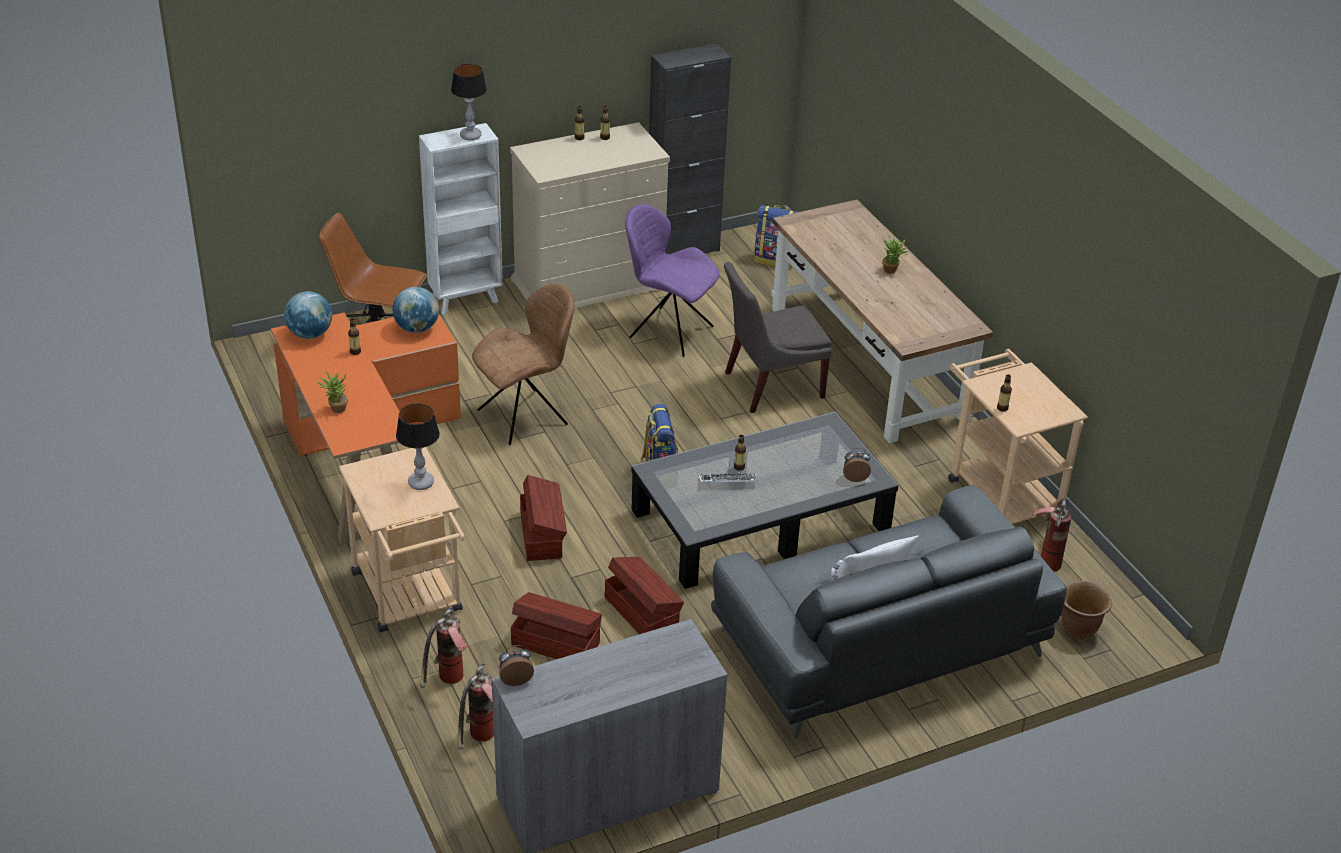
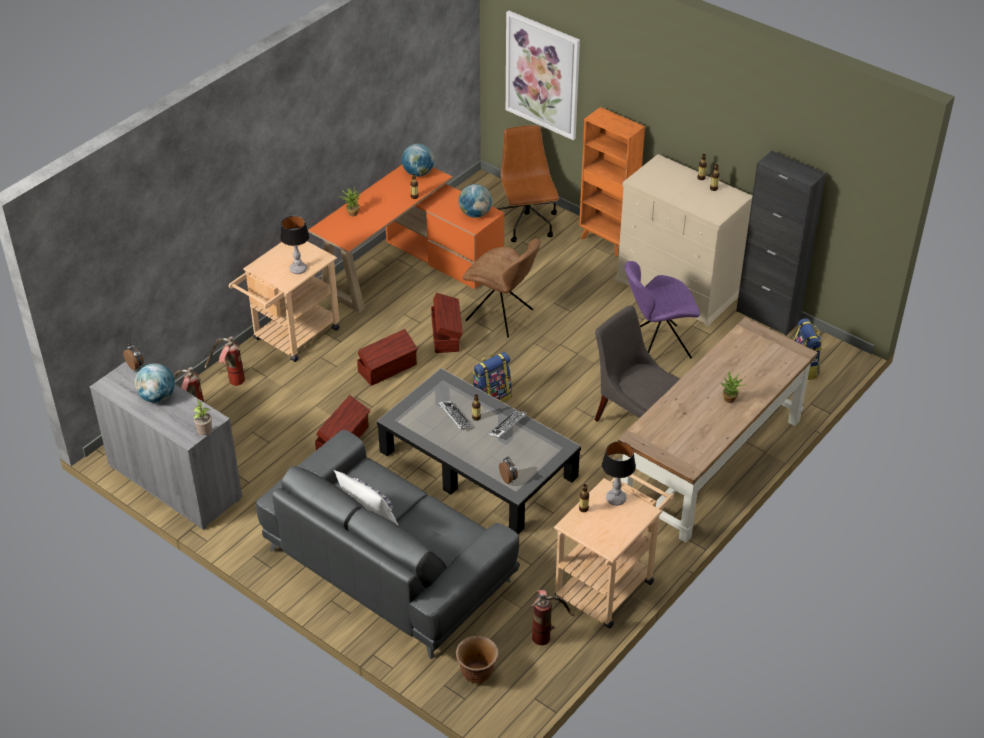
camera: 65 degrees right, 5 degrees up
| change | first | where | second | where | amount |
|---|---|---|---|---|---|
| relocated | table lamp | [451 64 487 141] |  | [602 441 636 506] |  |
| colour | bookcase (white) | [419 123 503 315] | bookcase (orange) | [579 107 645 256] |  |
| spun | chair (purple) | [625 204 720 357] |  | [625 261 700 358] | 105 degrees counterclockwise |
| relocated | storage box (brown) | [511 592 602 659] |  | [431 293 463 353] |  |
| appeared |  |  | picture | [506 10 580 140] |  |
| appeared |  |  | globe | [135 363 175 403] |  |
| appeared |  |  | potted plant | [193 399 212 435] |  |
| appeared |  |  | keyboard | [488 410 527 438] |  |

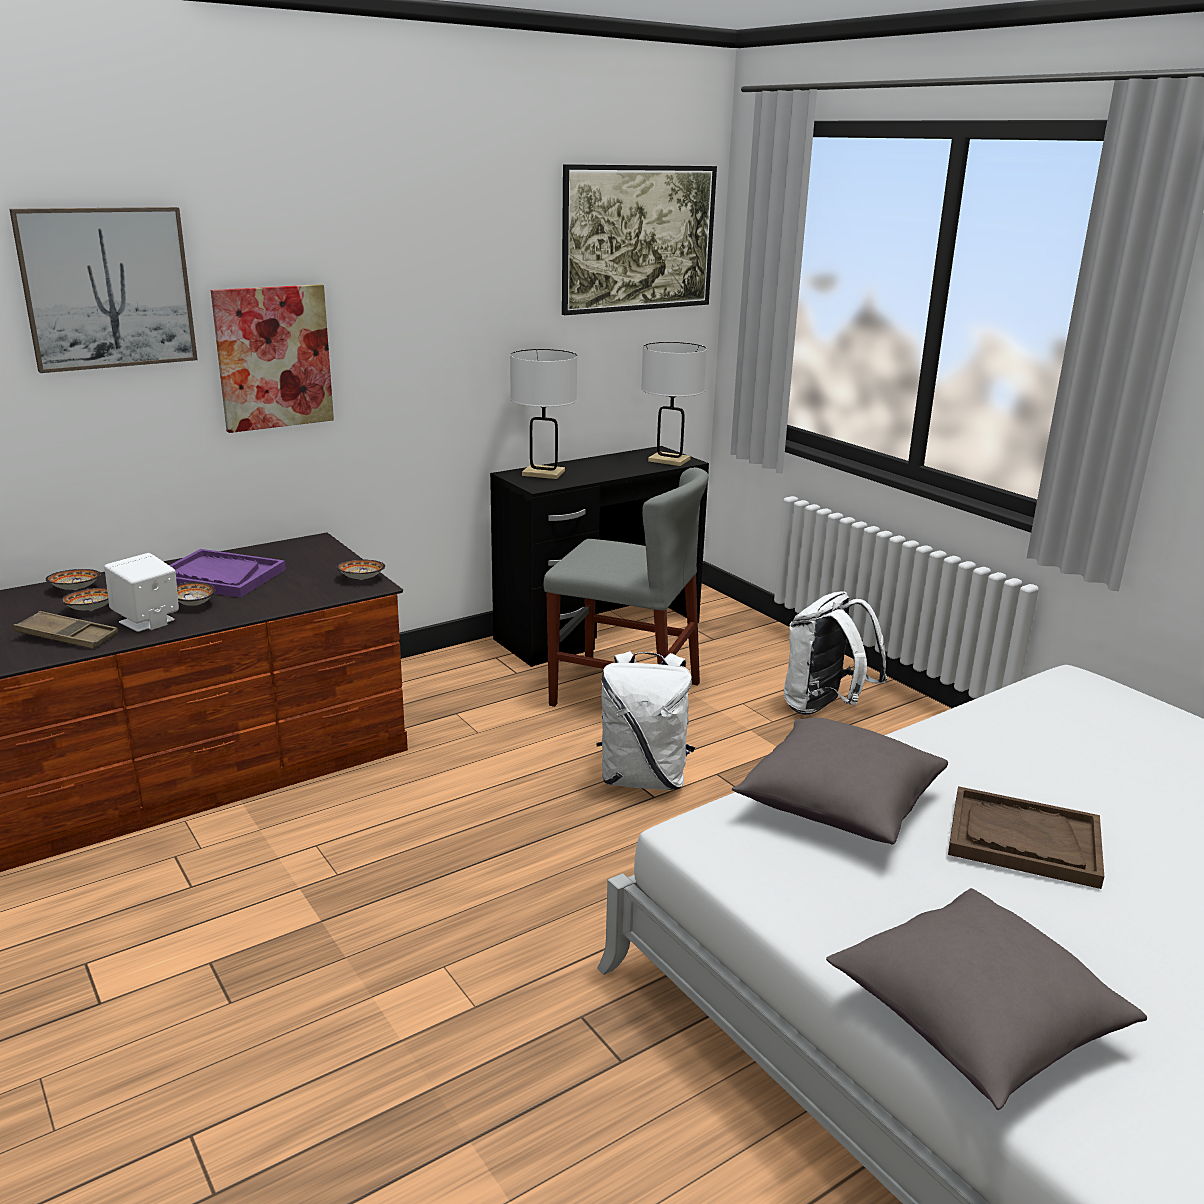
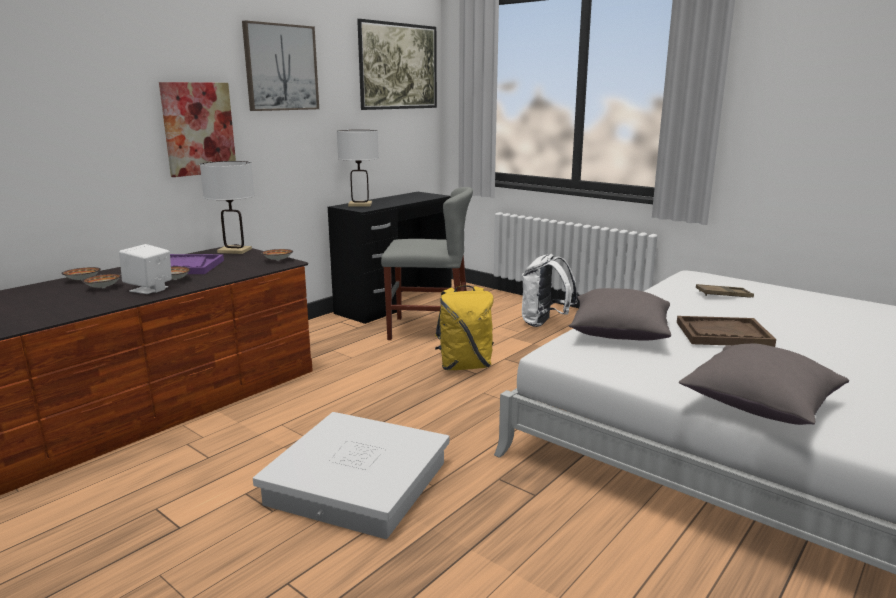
camera: 15 degrees left, 5 degrees down
| change | first | where | second | where | amount |
|---|---|---|---|---|---|
| relocated | picture | [9 207 198 373] |  | [242 20 319 111] |  |
| relocated | table lamp (white) | [641 342 707 466] |  | [200 161 254 254] |  |
| relocated | tray (brown) | [13 611 118 649] |  | [696 284 754 297] |  |
| colour | backpack (white) | [596 651 695 790] | backpack (yellow) | [435 285 494 370] |  |
| appeared |  |  | storage box (white) | [253 412 449 539] |  |

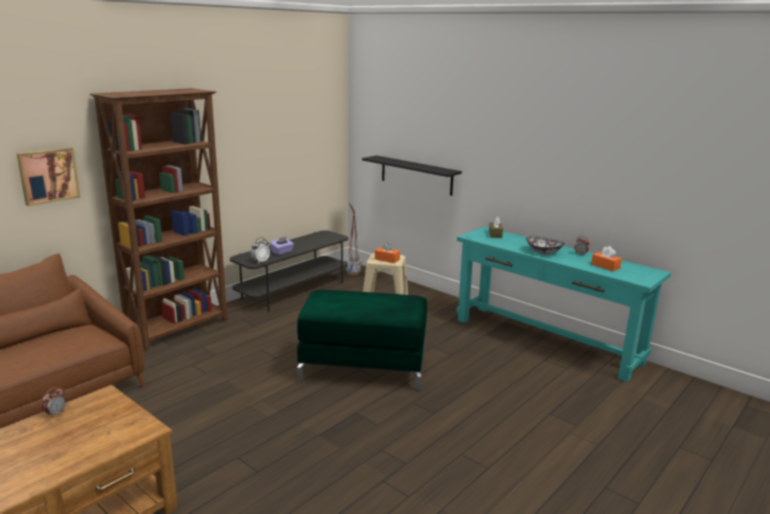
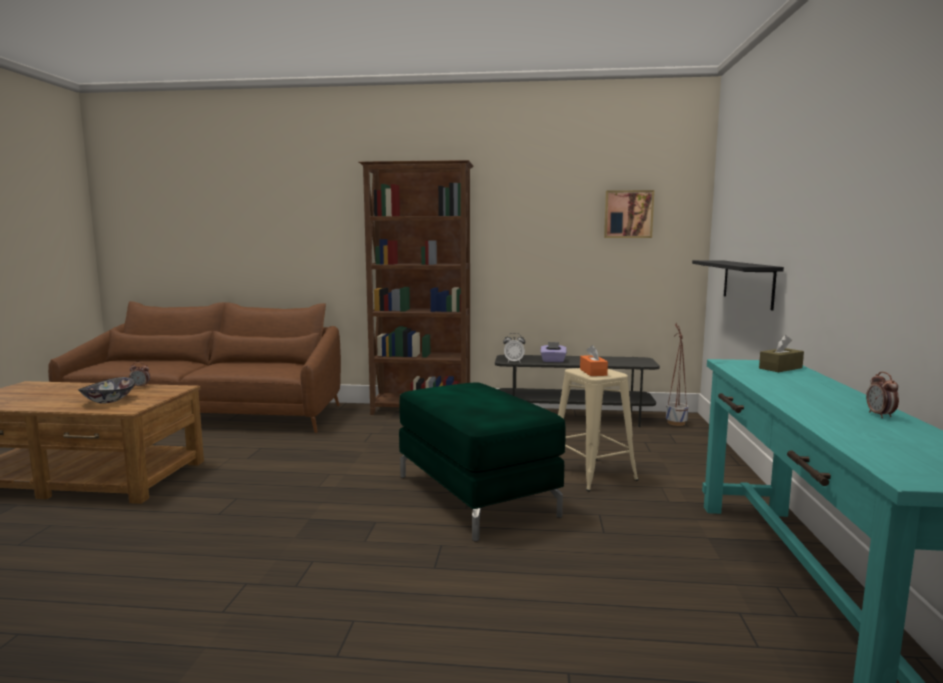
camera: 55 degrees right, 10 degrees down
| change | first | where | second | where | amount |
|---|---|---|---|---|---|
| relocated | picture | [17 147 81 206] |  | [604 190 654 238] |  |
| relocated | bowl | [526 236 565 255] |  | [78 377 136 404] |  |
| missing | tissue box (orange) | [591 246 622 271] |  |  |  |

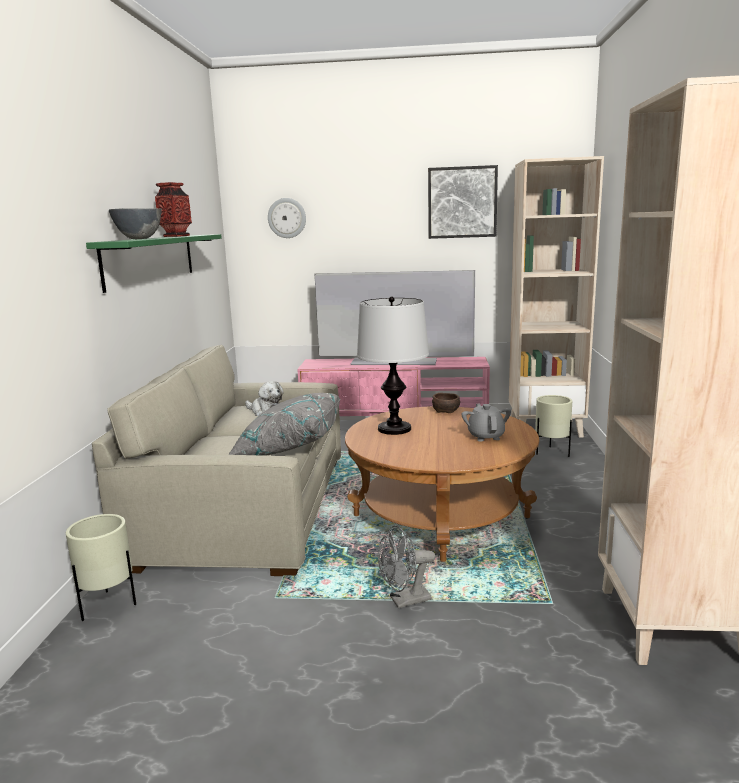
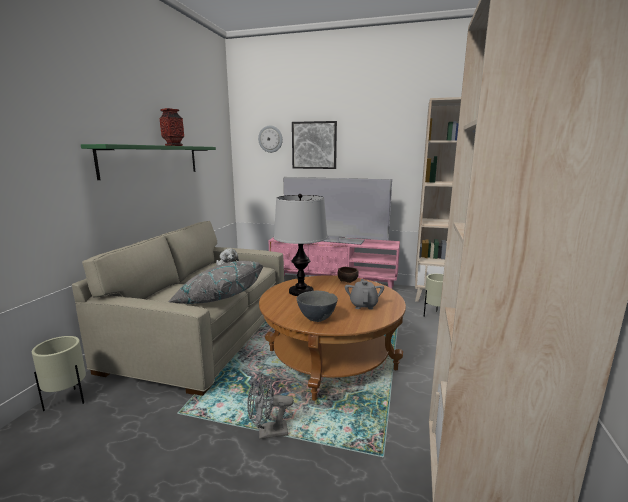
camera: 10 degrees right, 0 degrees up
| change | first | where | second | where | amount |
|---|---|---|---|---|---|
| relocated | picture | [428 165 498 239] |  | [292 121 337 169] |  |
| relocated | bowl (grey) | [109 208 162 239] |  | [297 291 338 322] |  |

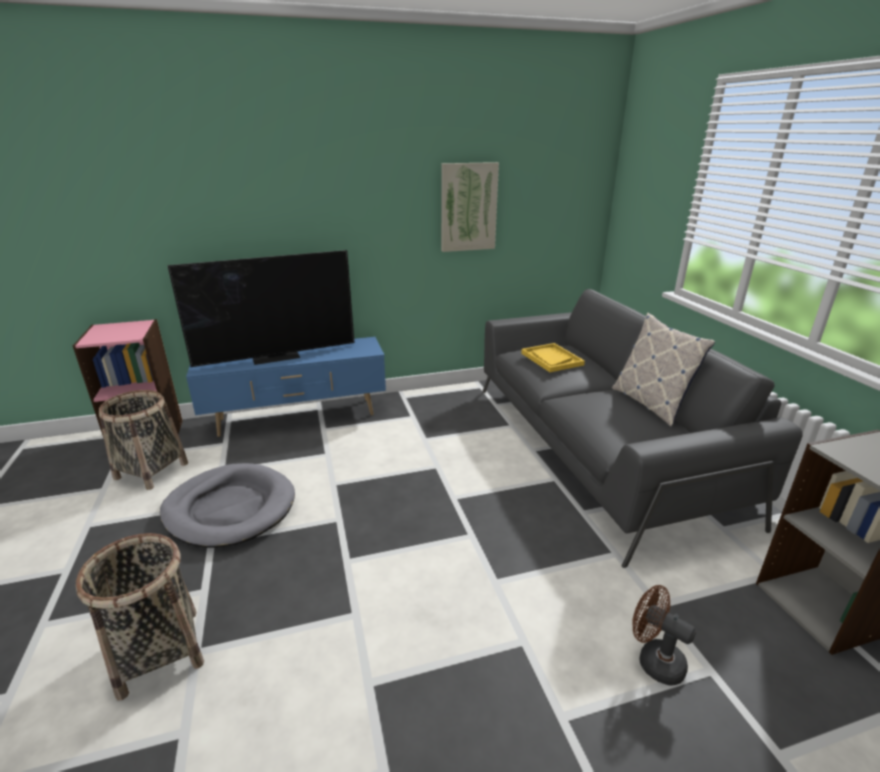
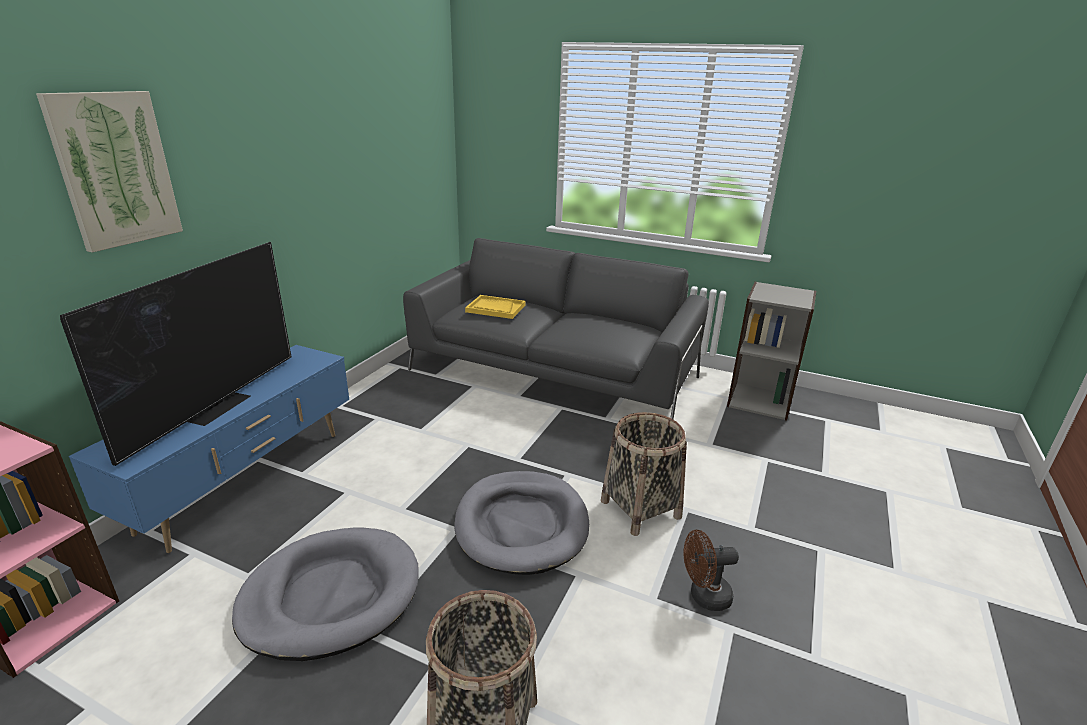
camera: 50 degrees left, 0 degrees up
| change | first | where | second | where | amount |
|---|---|---|---|---|---|
| relocated | picture | [441 162 499 252] |  | [36 91 183 253] |  |
| missing | pillow | [612 313 715 427] |  |  |  |
| relocated | basket | [98 390 188 490] |  | [601 412 687 536] |  |
| relocated | fan (brown) | [633 585 696 686] |  | [683 530 739 611] |  |
| appeared |  |  | dog bed (grey) | [454 471 589 575] |  |

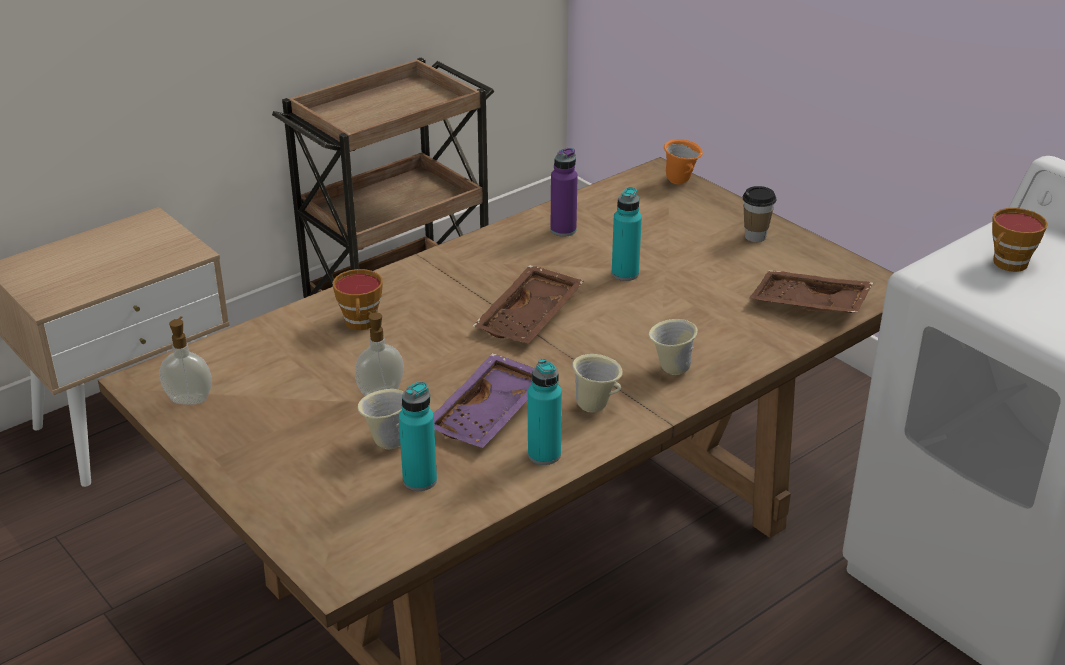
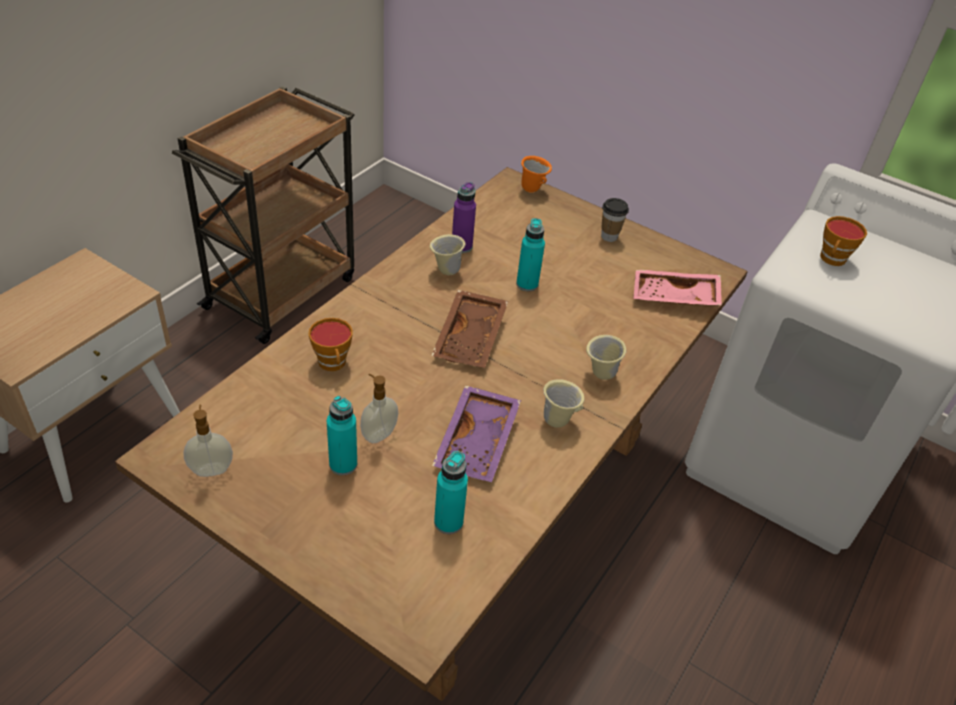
camera: 20 degrees left, 10 degrees up
| change | first | where | second | where | amount |
|---|---|---|---|---|---|
| colour | tray (brown) | [749 270 874 313] | tray (pink) | [633 270 722 306] |  |
| relocated | bottle (turquoise) | [528 359 562 465] |  | [327 396 357 475] |  |
| relocated | mug (beige) | [358 389 404 449] |  | [430 234 465 275] |  |

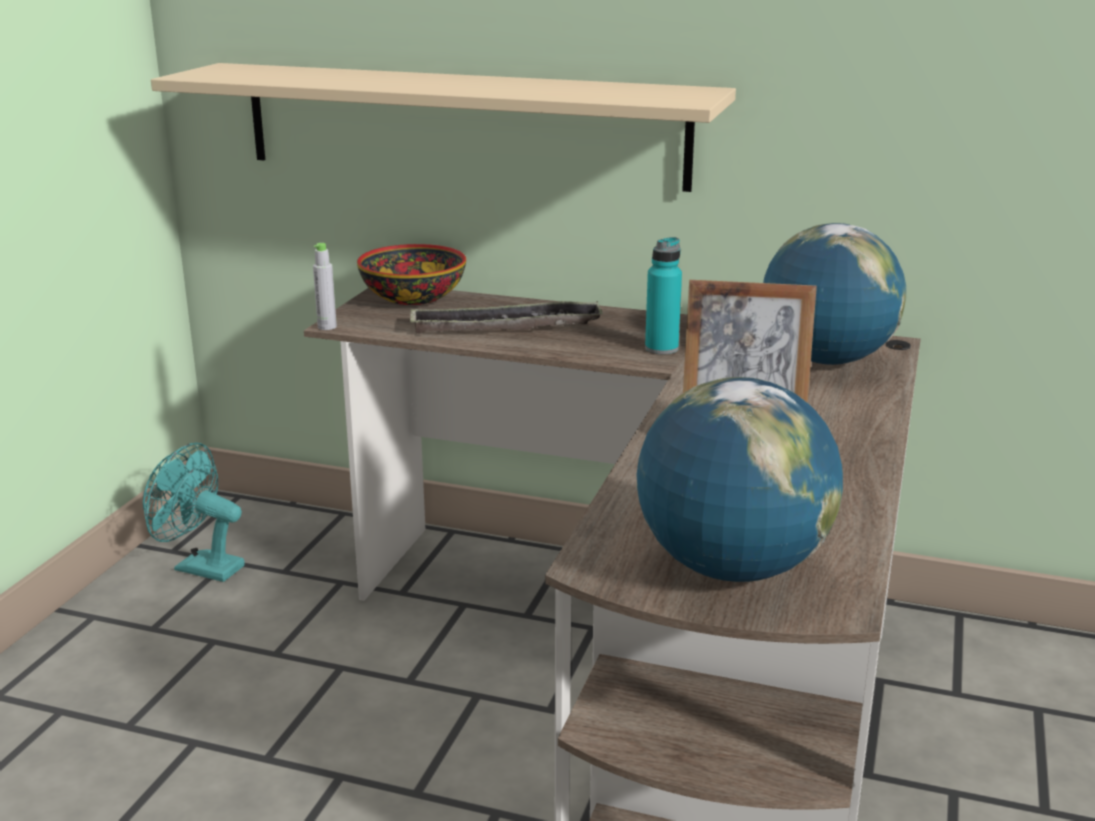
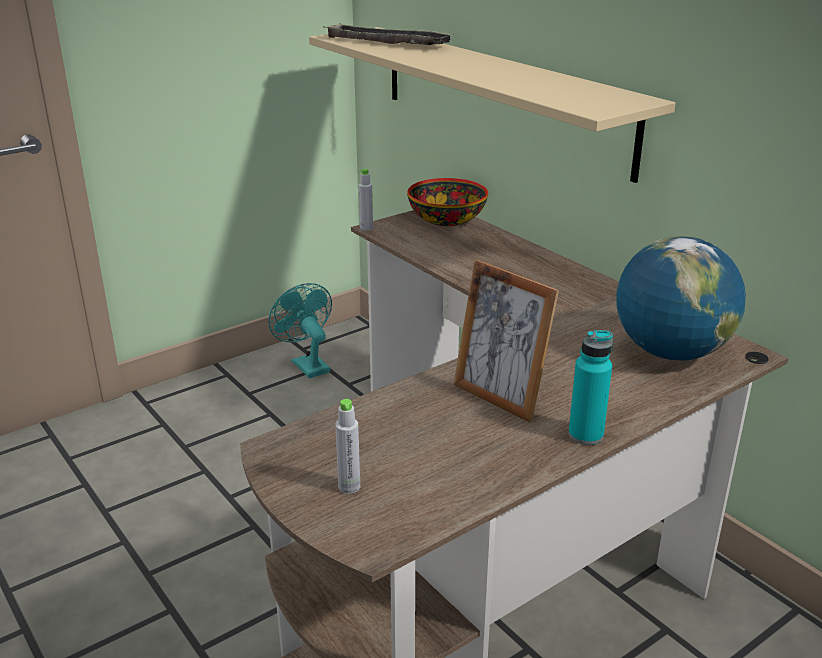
camera: 35 degrees right, 5 degrees up
| change | first | where | second | where | amount |
|---|---|---|---|---|---|
| relocated | bottle (turquoise) | [645 237 682 354] |  | [568 330 613 445] |  |
| relocated | tray | [410 301 603 334] |  | [323 23 452 45] |  |
| exchanged | globe | [636 377 843 582] | bottle (grey) | [335 399 360 494] |  |

